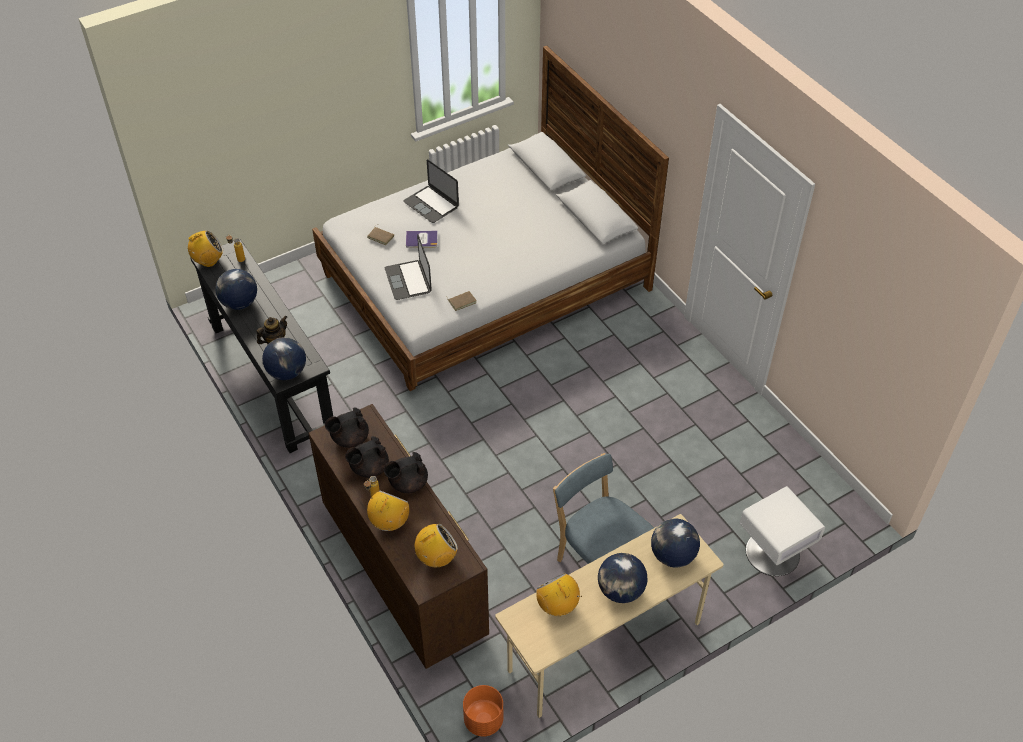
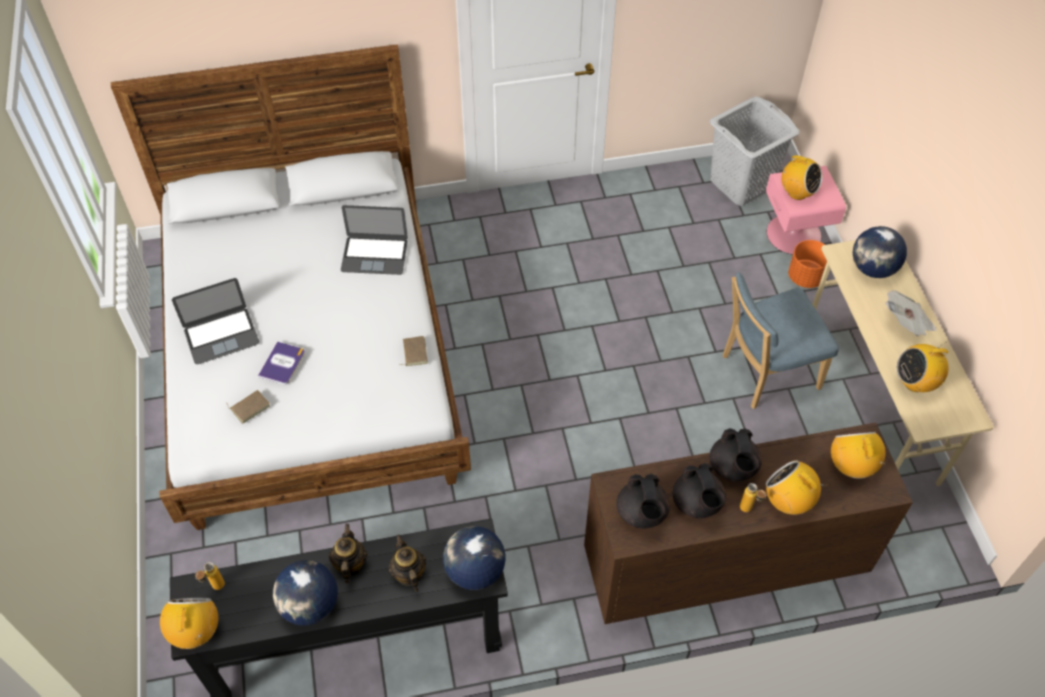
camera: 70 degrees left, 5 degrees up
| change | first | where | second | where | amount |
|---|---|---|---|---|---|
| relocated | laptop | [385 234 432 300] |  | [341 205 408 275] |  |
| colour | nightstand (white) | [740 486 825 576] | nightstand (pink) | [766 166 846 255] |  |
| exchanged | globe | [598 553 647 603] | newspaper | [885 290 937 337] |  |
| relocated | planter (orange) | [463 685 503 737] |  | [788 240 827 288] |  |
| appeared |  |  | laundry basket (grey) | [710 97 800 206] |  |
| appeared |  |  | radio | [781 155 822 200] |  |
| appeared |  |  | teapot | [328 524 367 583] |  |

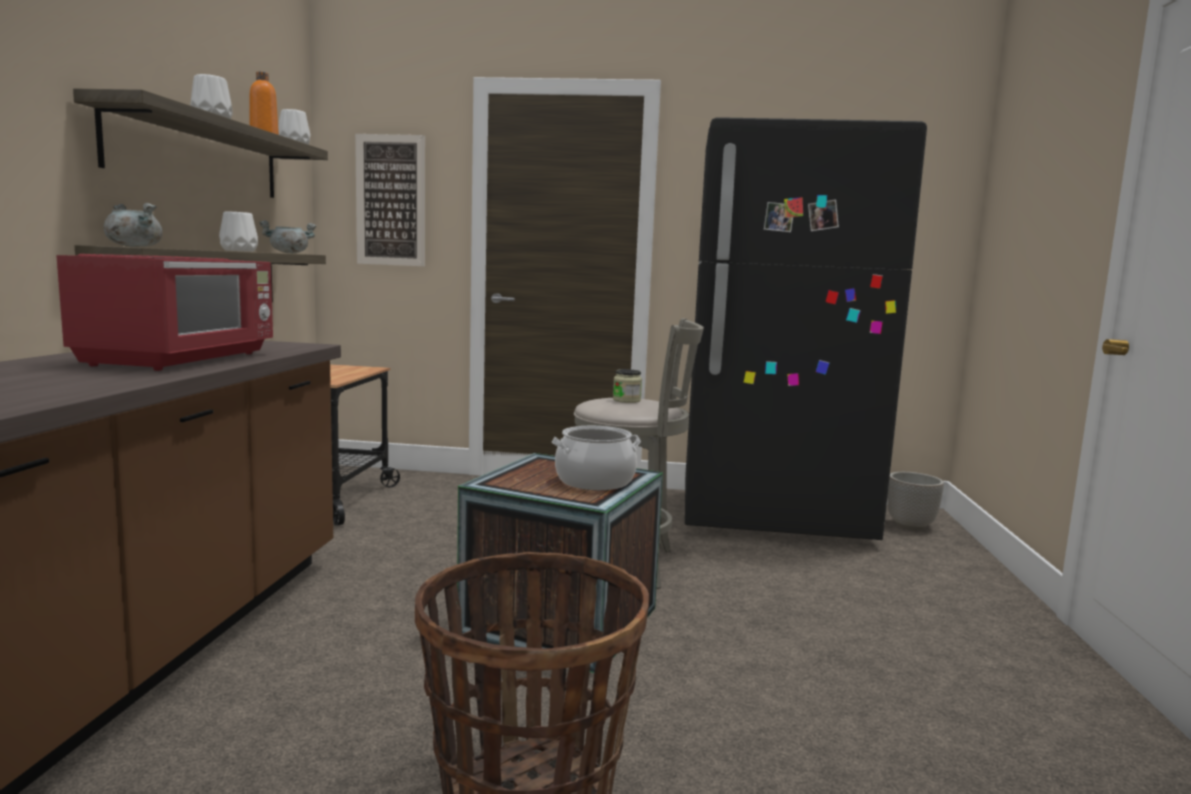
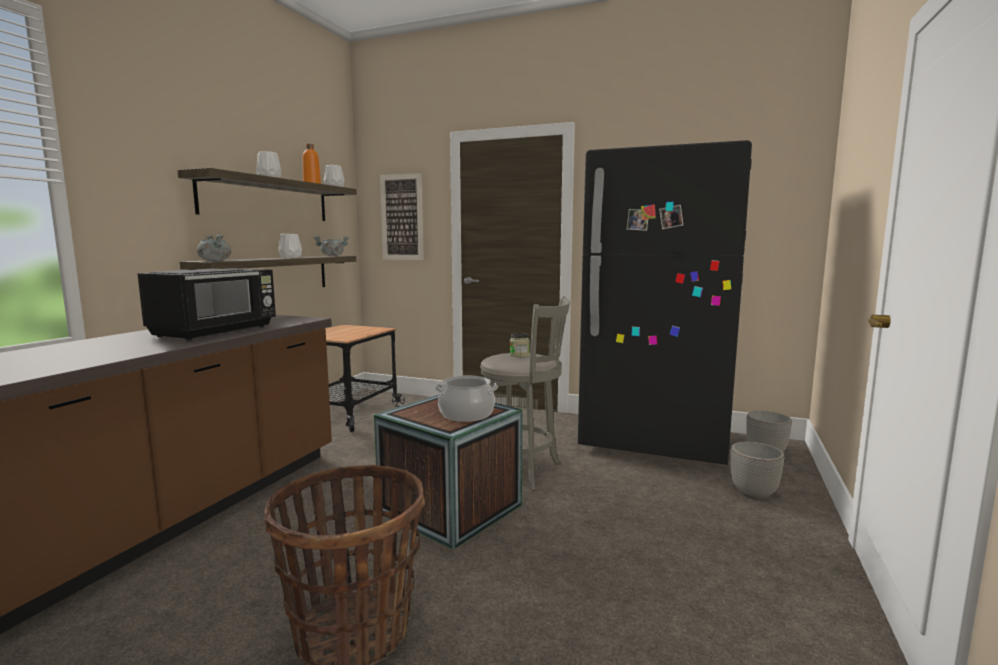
camera: 15 degrees right, 0 degrees up
| change | first | where | second | where | amount |
|---|---|---|---|---|---|
| colour | microwave (red) | [56 254 273 371] | microwave (black) | [137 268 276 340] |  |
| appeared |  |  | planter | [731 442 784 500] |  |

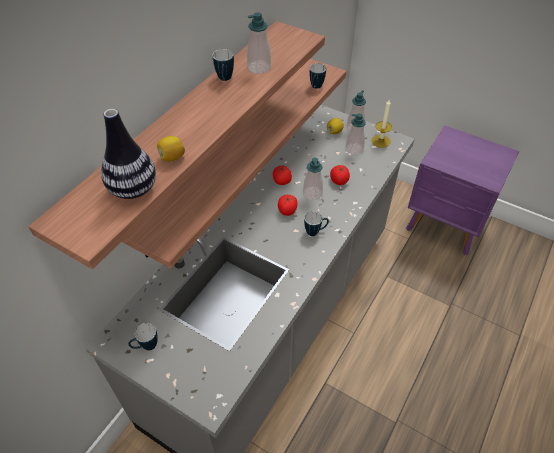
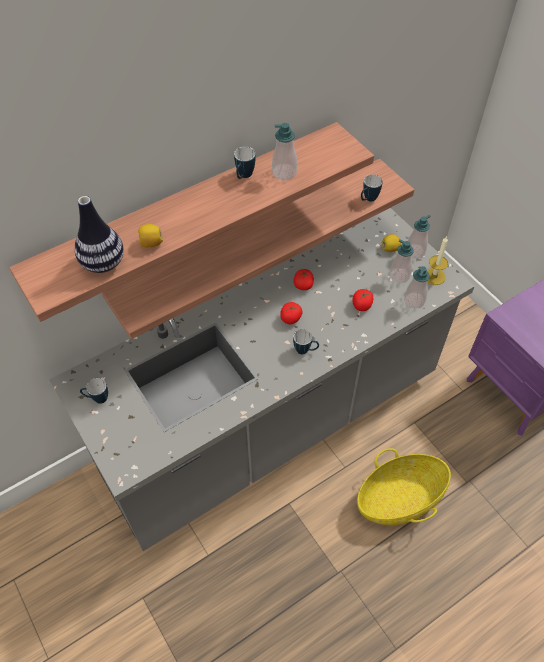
camera: 25 degrees right, 5 degrees up
| change | first | where | second | where | amount |
|---|---|---|---|---|---|
| relocated | soap dispenser | [303 158 323 200] |  | [404 266 430 309] |  |
| appeared |  |  | basket | [357 448 451 525] |  |

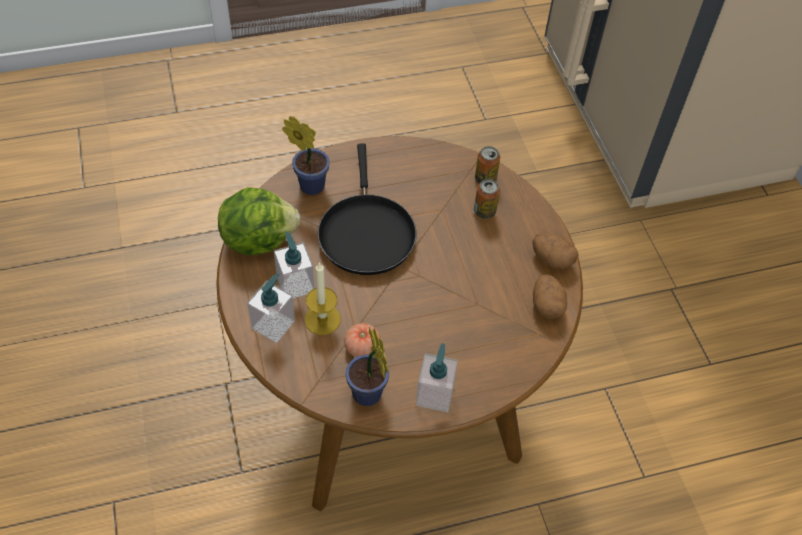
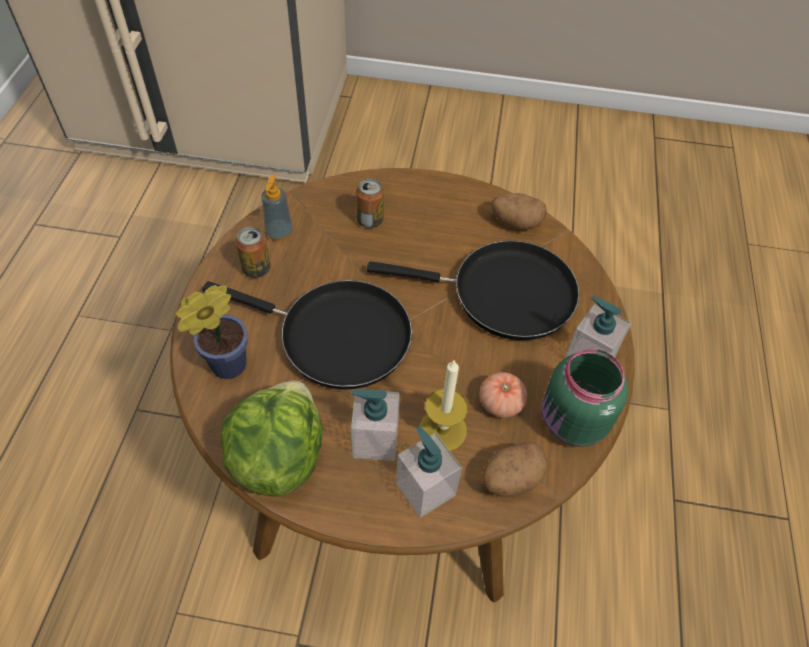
camera: 65 degrees left, 0 degrees up
| change | first | where | second | where | amount |
|---|---|---|---|---|---|
| relocated | can | [475 146 500 184] |  | [236 227 271 278] |  |
| relocated | potato | [532 233 579 269] |  | [482 442 547 497] |  |
| exchanged | potted plant | [345 327 389 406] | jar (green) | [542 349 628 447] |  |
| appeared |  |  | soap dispenser | [261 175 293 241] |  |
| appeared |  |  | frying pan (black) | [367 240 580 340] |  |

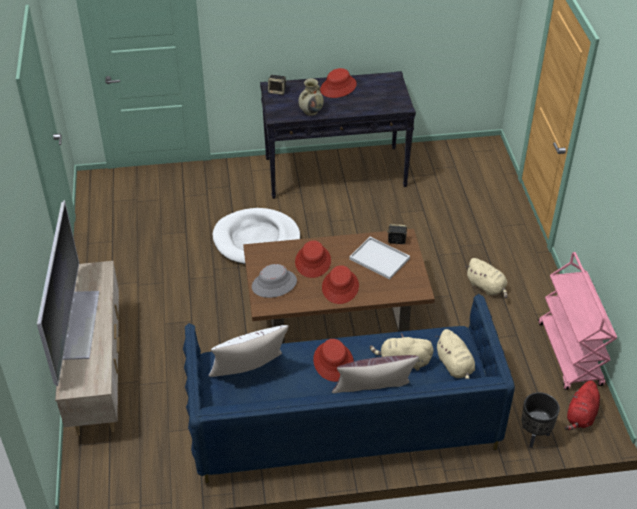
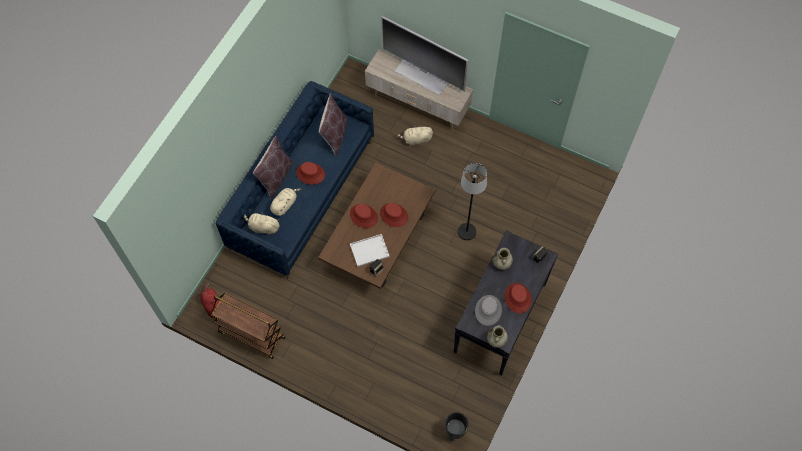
camera: 125 degrees right, 20 degrees up
| change | first | where | second | where | amount |
|---|---|---|---|---|---|
| exchanged | dog bed (white) | [213 208 300 264] | floor lamp (black) | [458 163 487 240] |  |
| colour | cart (pink) | [538 252 617 390] | cart (brown) | [211 293 286 359] |  |
| relocated | plush toy (beige) | [466 258 508 298] |  | [397 125 433 146] |  |
| relocated | hat (grey) | [252 264 297 298] |  | [475 295 502 326] |  |
| colour | pillow (white) | [209 325 289 377] | pillow (brown) | [319 94 347 156] |  |
| relocated | planter (black) | [521 392 560 448] |  | [445 412 469 441] |  |
| appeared |  |  | vase (beige) | [487 325 508 348] |  |

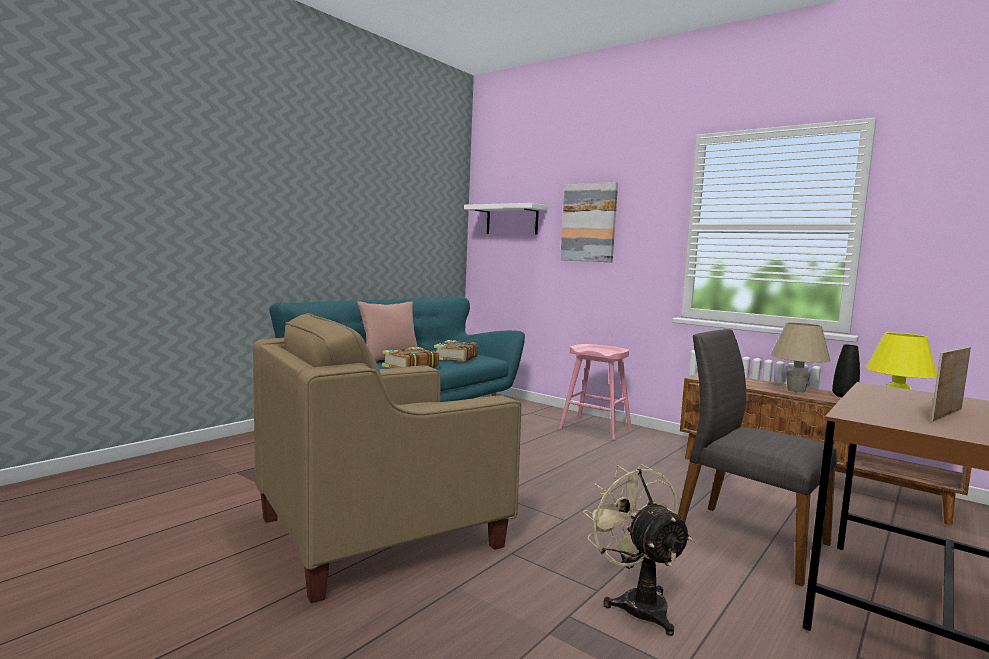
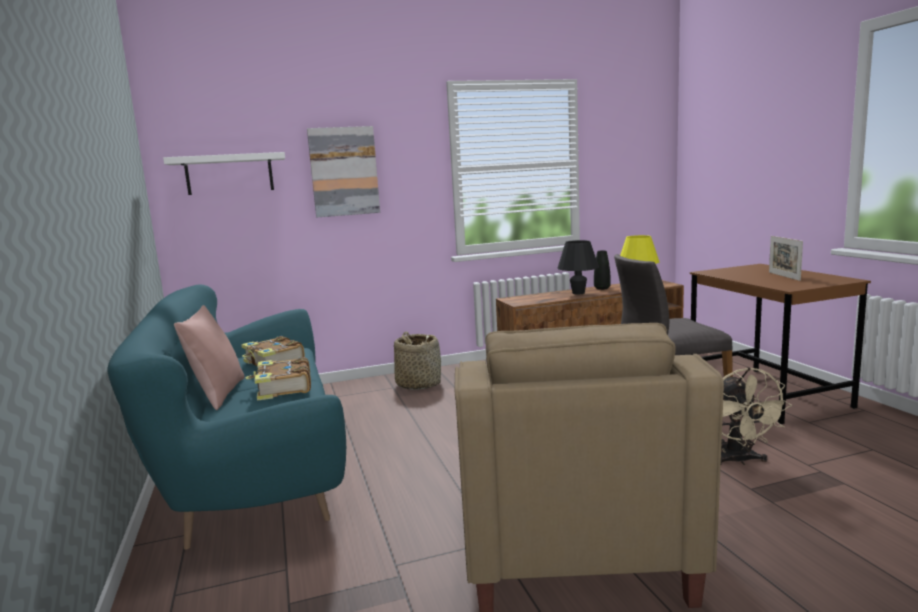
camera: 55 degrees left, 5 degrees up
| change | first | where | second | where | amount |
|---|---|---|---|---|---|
| colour | table lamp (beige) | [771 322 830 393] | table lamp (black) | [557 240 599 294] |  |
| exchanged | stool (pink) | [559 344 632 441] | basket | [394 331 441 390] |  |
| spun | fan (beige) | [583 464 692 636] |  | [721 367 792 465] | 105 degrees counterclockwise |

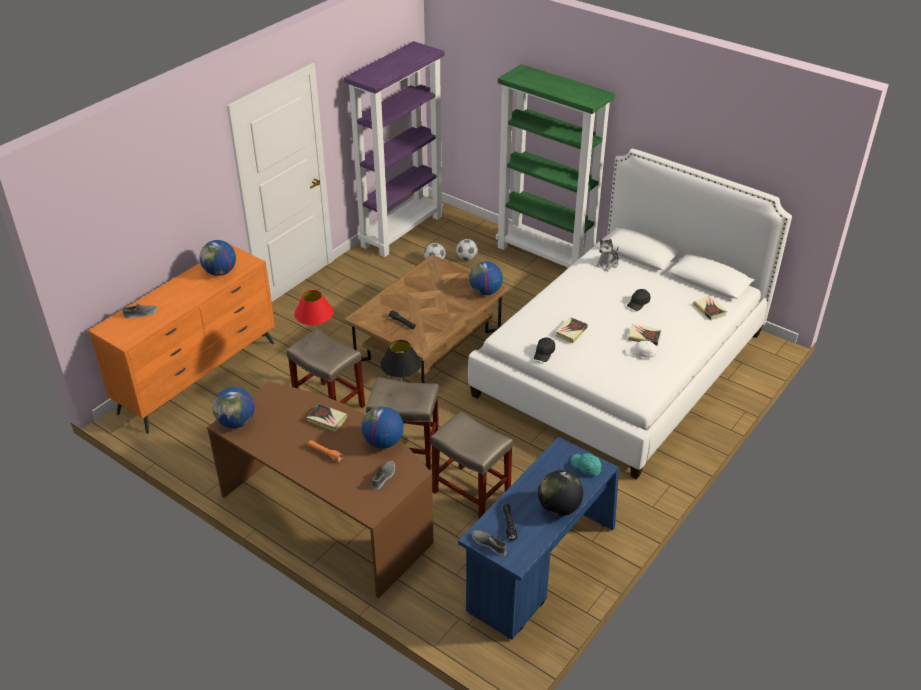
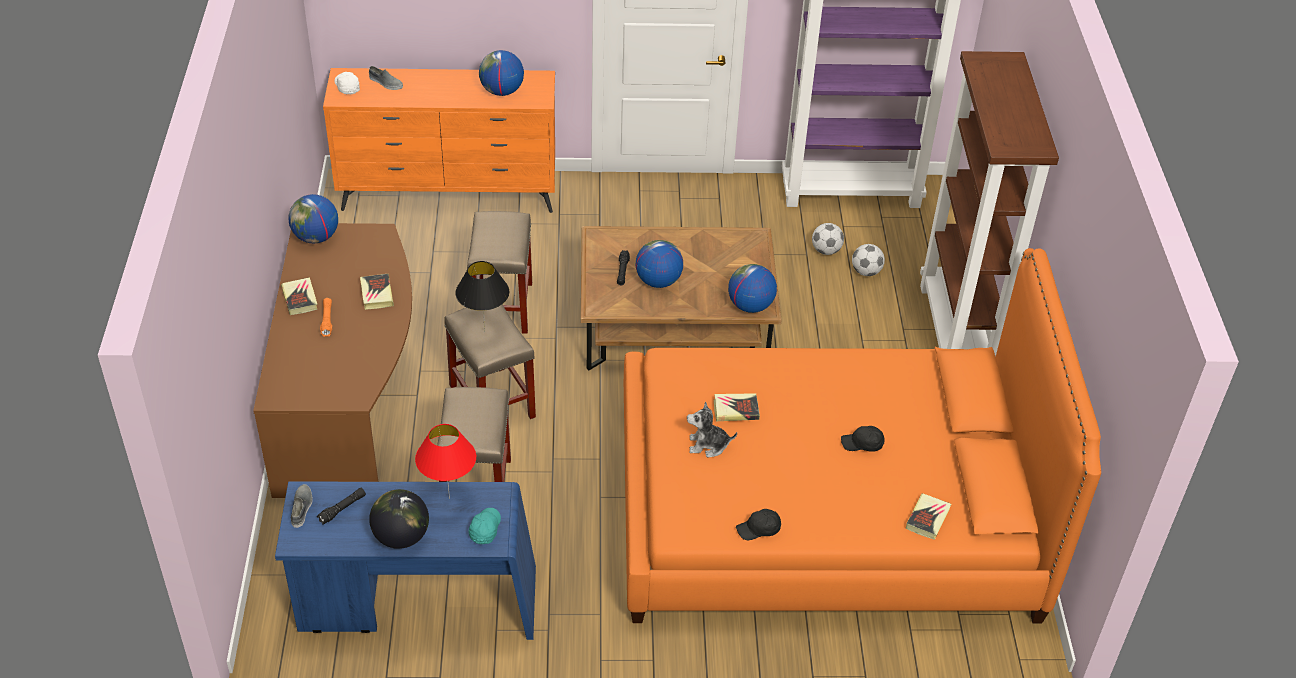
camera: 50 degrees right, 5 degrees up
| change | first | where | second | where | amount |
|---|---|---|---|---|---|
| colour | bookcase (green) | [496 64 615 268] | bookcase (brown) | [920 51 1059 357] |  |
| colour | bed (white) | [468 149 792 479] | bed (orange) | [624 248 1101 623] |  |
| relocated | plush toy | [596 238 619 272] |  | [687 401 737 458] |  |
| relocated | table lamp (red) | [294 290 334 345] |  | [415 424 476 499] |  |
| relocated | book | [628 324 661 346] |  | [281 277 317 315] |  |
| relocated | cap (black) | [534 337 555 362] |  | [736 509 781 540] |  |
| relocated | cap (white) | [627 341 657 358] |  | [335 72 360 94] |  |
| relocated | globe | [362 406 404 449] |  | [636 240 683 288] |  |
| missing | shoe (grey) | [372 461 395 490] |  |  |  |

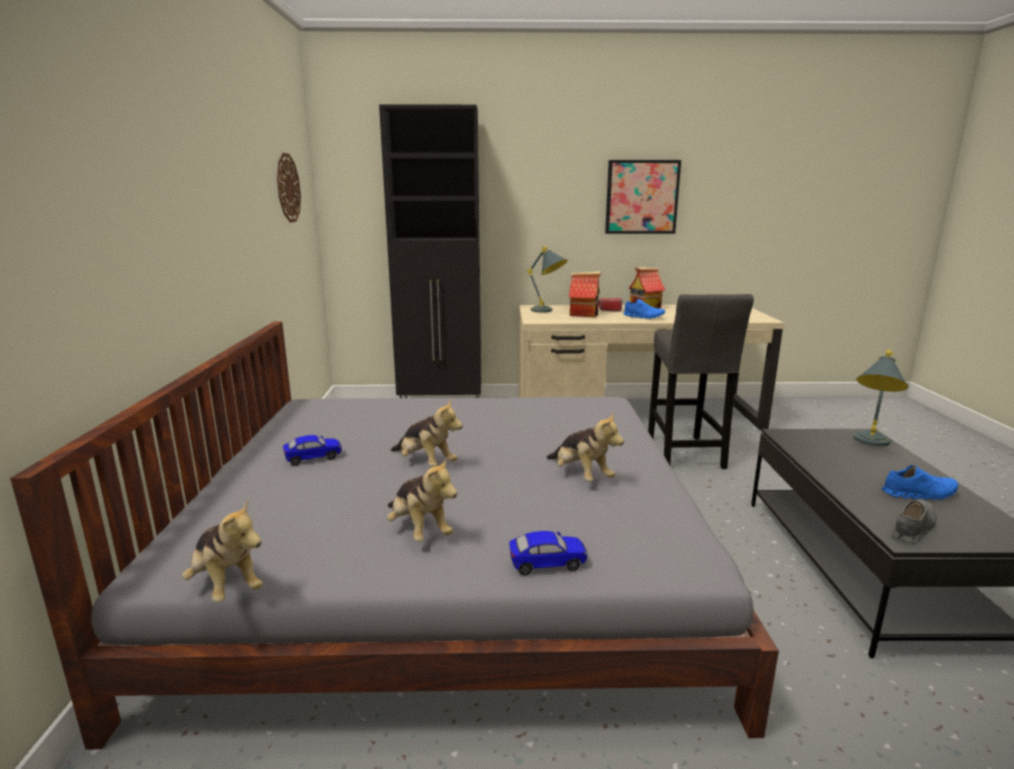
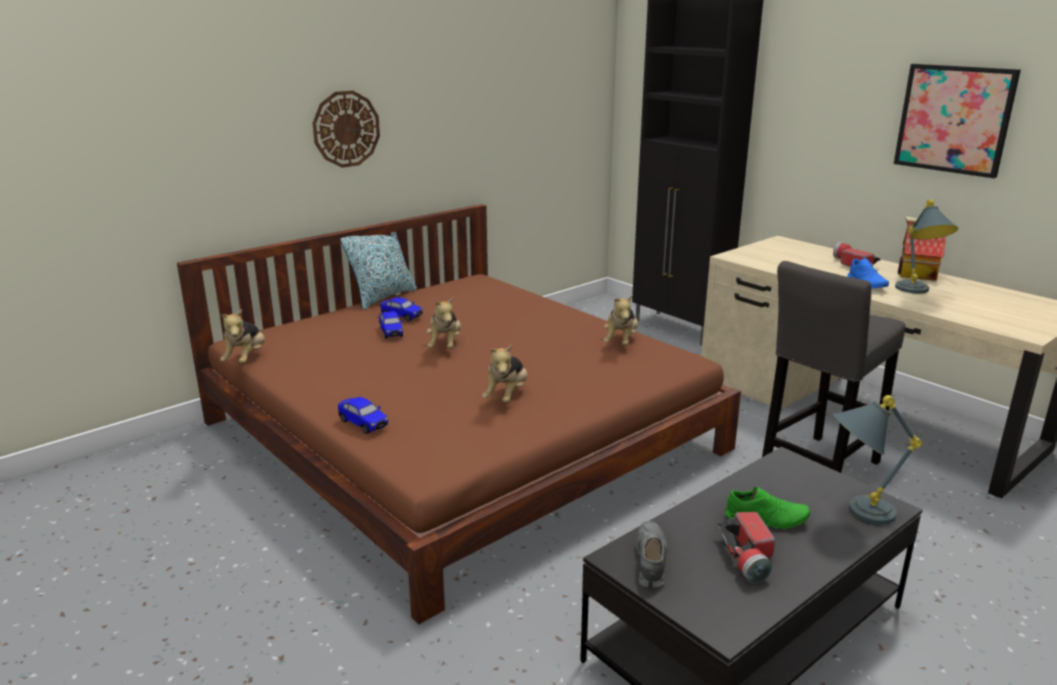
camera: 50 degrees right, 5 degrees up
| change | first | where | second | where | amount |
|---|---|---|---|---|---|
| relocated | wall clock | [277 153 301 223] |  | [313 90 380 168] |  |
| relocated | table lamp (grey) | [527 246 568 313] |  | [895 200 958 294] |  |
| missing | toy house | [569 271 601 317] |  |  |  |
| colour | bed (grey) | [10 322 779 750] | bed (brown) | [177 204 741 624] |  |
| relocated | plush toy | [387 457 457 542] |  | [603 294 638 346] |  |
| exchanged | shoe (blue) | [881 465 958 500] | flashlight | [717 512 775 583] |  |
| spun | shoe (grey) | [891 499 937 543] |  | [635 521 668 588] | 90 degrees counterclockwise |
| appeared |  |  | pillow | [340 232 417 310] |  |
| appeared |  |  | toy car | [379 311 403 339] |  |
| appeared |  |  | shoe (green) | [725 487 810 529] |  |

